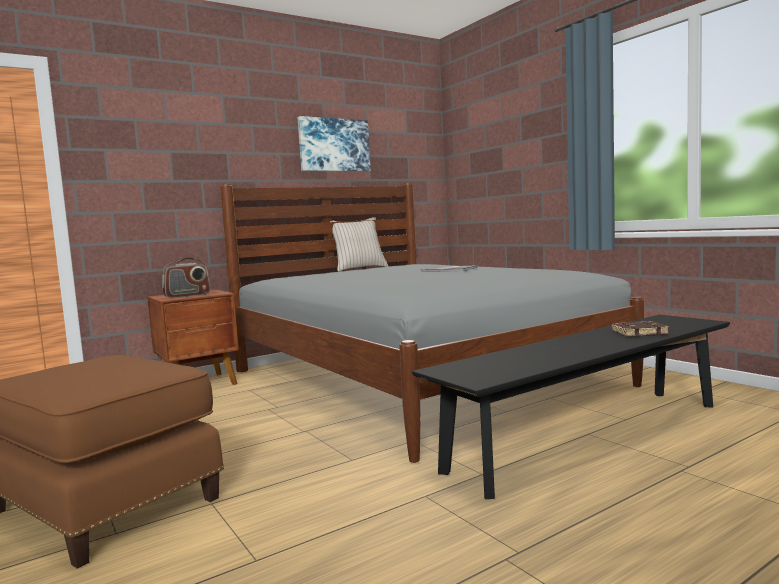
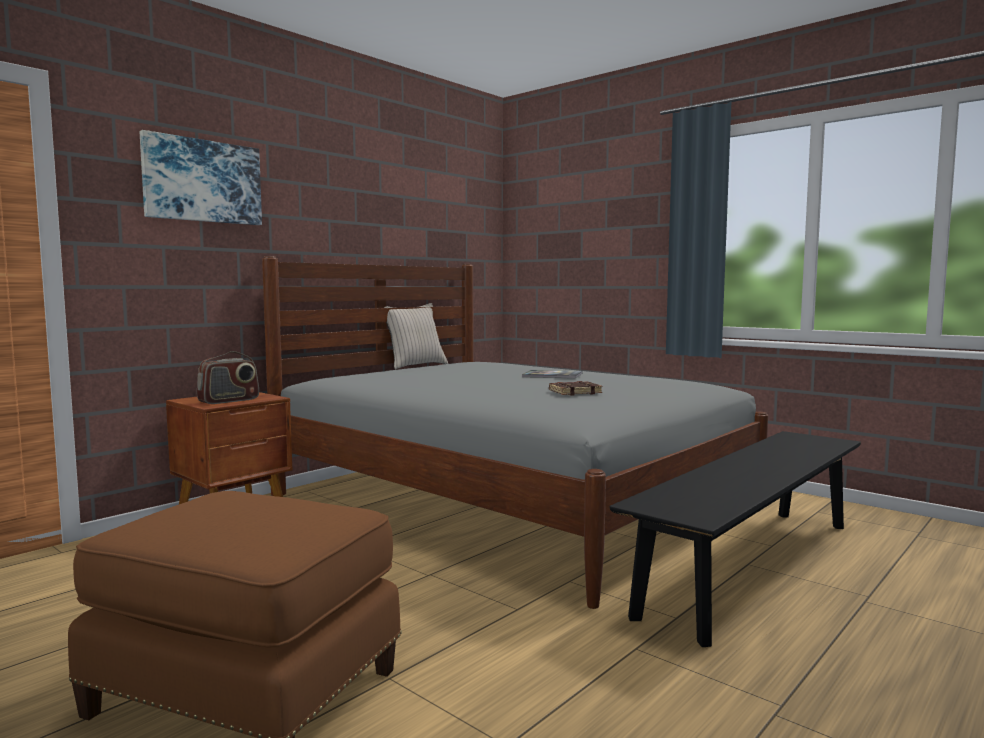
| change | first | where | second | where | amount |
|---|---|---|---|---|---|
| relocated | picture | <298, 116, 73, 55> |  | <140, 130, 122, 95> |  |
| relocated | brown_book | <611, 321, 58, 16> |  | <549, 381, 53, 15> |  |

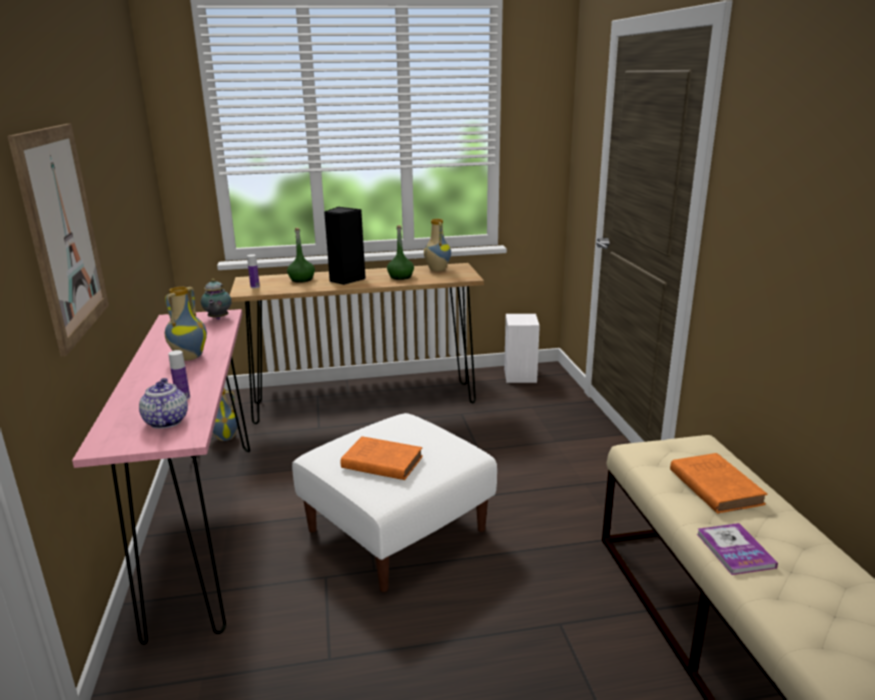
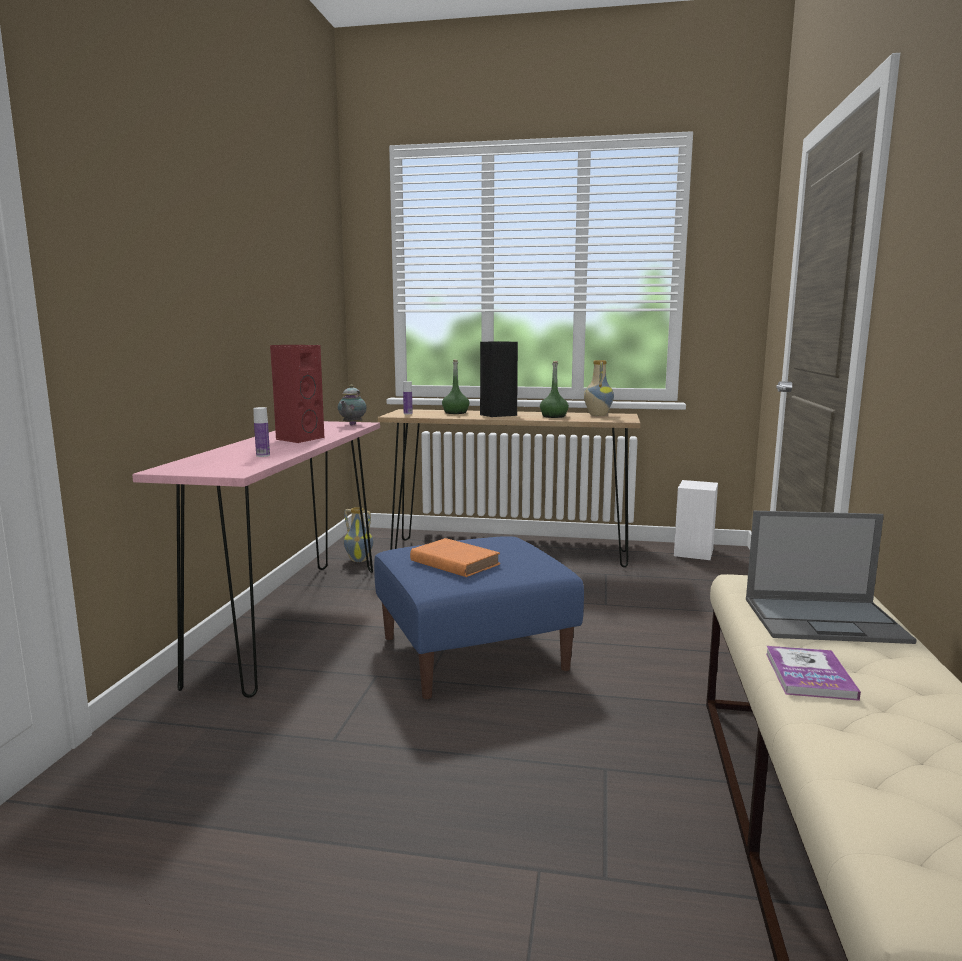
| change | first | where | second | where | amount |
|---|---|---|---|---|---|
| missing | picture | <7, 124, 102, 232> |  |  |  |
| exchanged | vase | <165, 287, 42, 74> | red_speaker | <270, 345, 54, 98> |  |
| missing | teapot | <139, 378, 49, 51> |  |  |  |
| colour | white_ottoman | <292, 413, 205, 179> | blue_ottoman | <374, 536, 210, 163> |  |
| exchanged | orange_book | <670, 453, 97, 61> | laptop | <746, 511, 170, 133> |  |

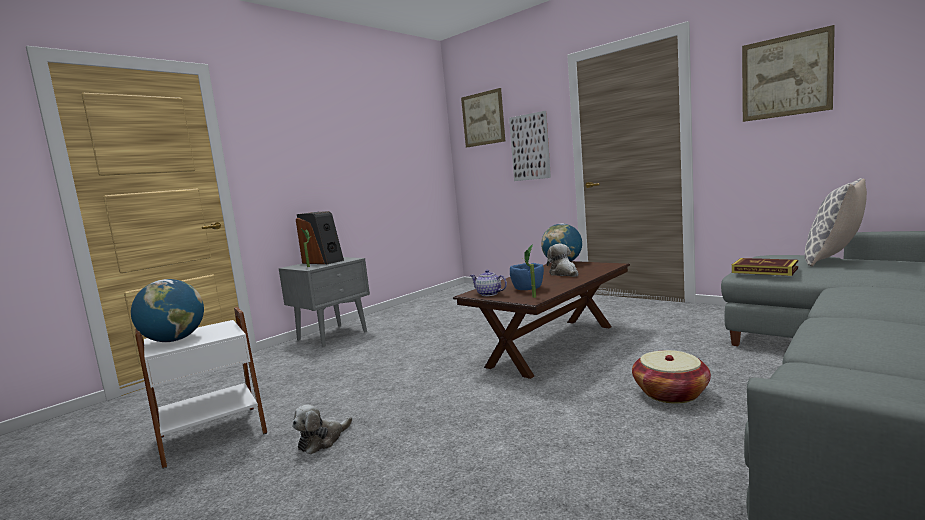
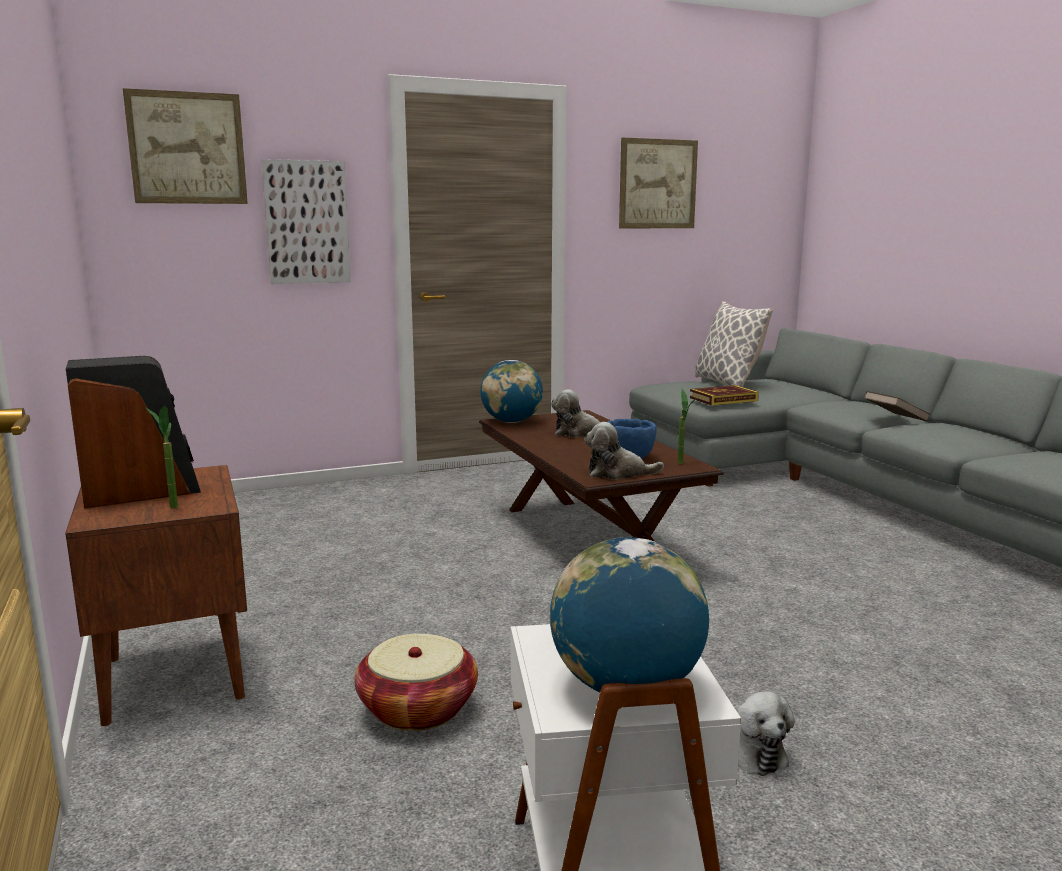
| change | first | where | second | where | amount |
|---|---|---|---|---|---|
| colour | grey_nightstand | <278, 257, 92, 91> | brown_nightstand | <65, 465, 182, 261> |  |
| exchanged | teapot | <470, 270, 37, 26> | plush_toy | <584, 422, 80, 58> |  |
| relocated | basket | <632, 350, 79, 54> |  | <354, 634, 124, 97> |  |
| appeared |  |  | brown_book | <864, 391, 66, 30> |  |

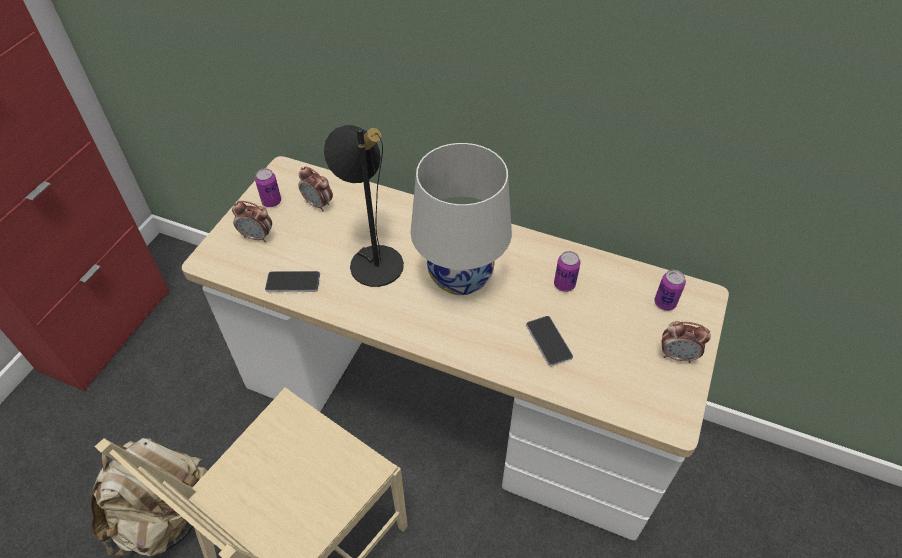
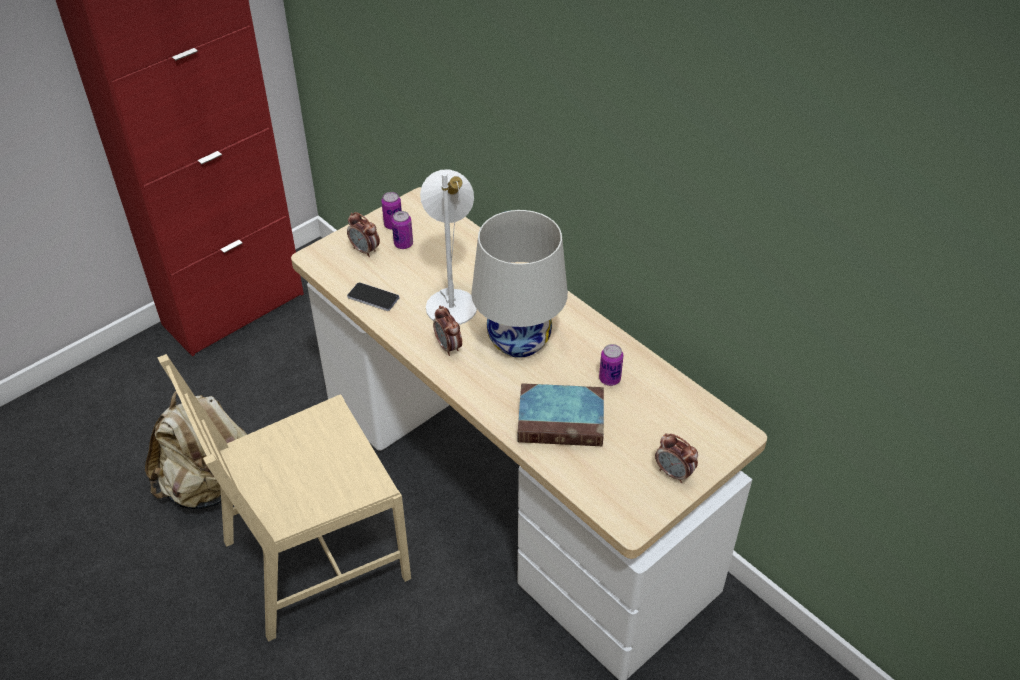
| change | first | where | second | where | amount |
|---|---|---|---|---|---|
| colour | black_table_lamp | <324, 125, 80, 162> | white_table_lamp | <420, 169, 57, 156> |  |
| relocated | alarm_clock | <298, 166, 35, 45> |  | <433, 306, 29, 50> |  |
| relocated | can | <654, 270, 32, 41> |  | <392, 211, 21, 38> |  |
| exchanged | phone | <526, 316, 47, 50> | book | <518, 383, 86, 63> |  |

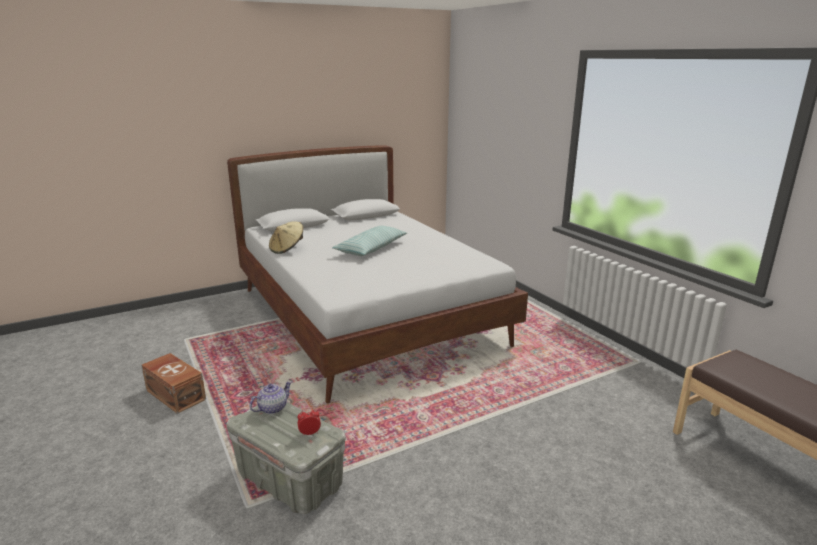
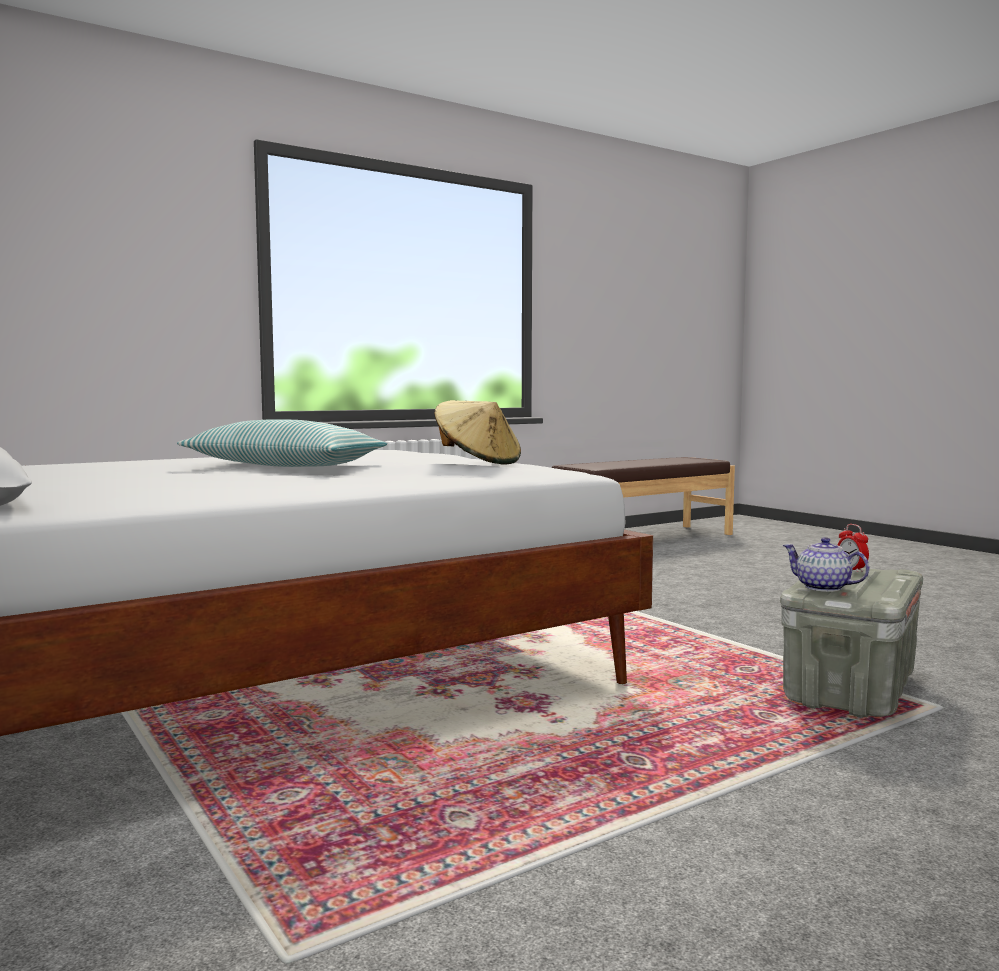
| change | first | where | second | where | amount |
|---|---|---|---|---|---|
| relocated | beige_hat | <269, 221, 34, 33> |  | <434, 400, 87, 65> |  |
| missing | brown_storage_box | <141, 353, 65, 61> |  |  |  |

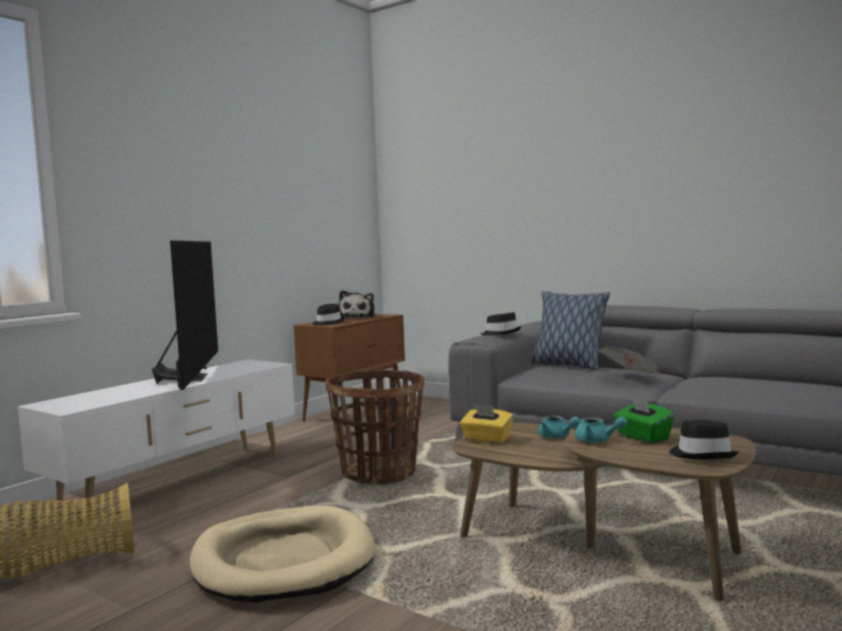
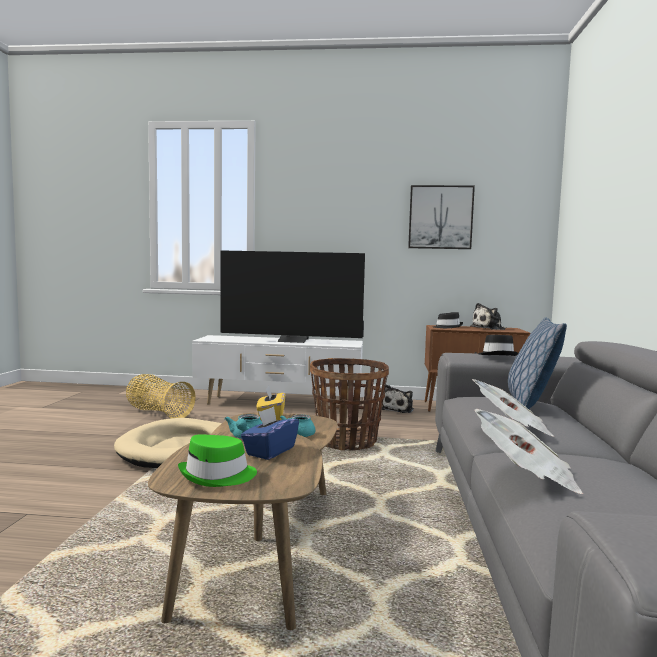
| change | first | where | second | where | amount |
|---|---|---|---|---|---|
| spun | television | <152, 241, 66, 149> |  | <220, 250, 145, 93> | 45 degrees clockwise |
| colour | green_tissue_box | <613, 397, 62, 46> | blue_tissue_box | <241, 406, 58, 54> |  |
| colour | black_hat | <669, 420, 70, 39> | green_hat | <178, 435, 79, 52> |  |
| appeared |  |  | picture | <408, 185, 67, 64> |  |
| appeared |  |  | plush_toy | <382, 385, 32, 28> |  |
| appeared |  |  | newspaper | <474, 409, 109, 85> |  |

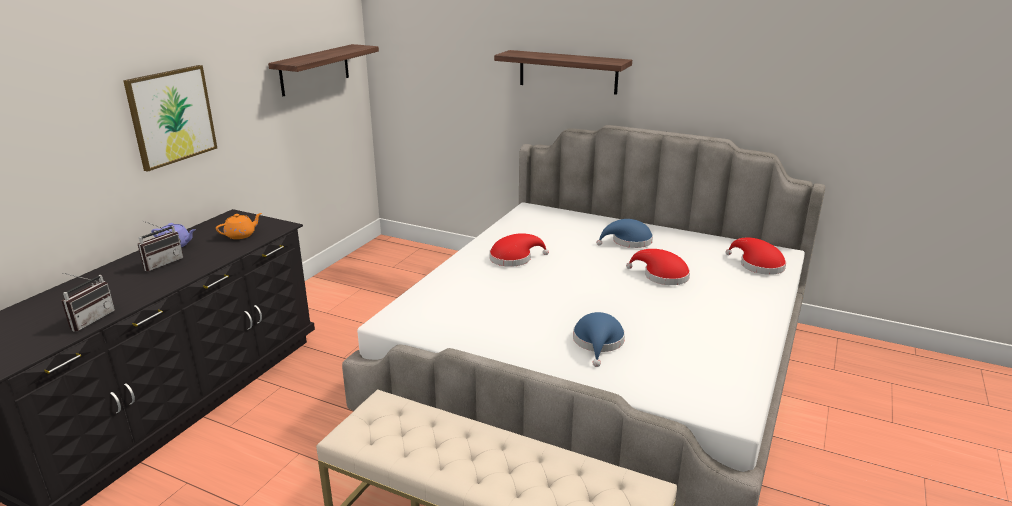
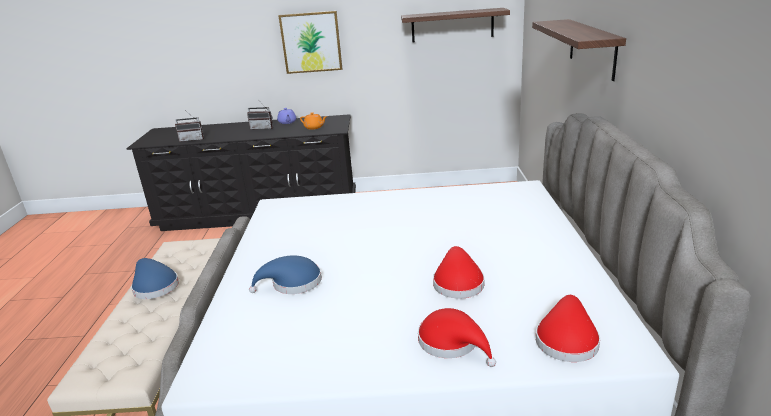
| change | first | where | second | where | amount |
|---|---|---|---|---|---|
| relocated | blue_hat | <596, 219, 57, 29> |  | <131, 258, 48, 41> |  |
| relocated | red_hat | <489, 233, 60, 34> |  | <418, 308, 78, 59> |  |

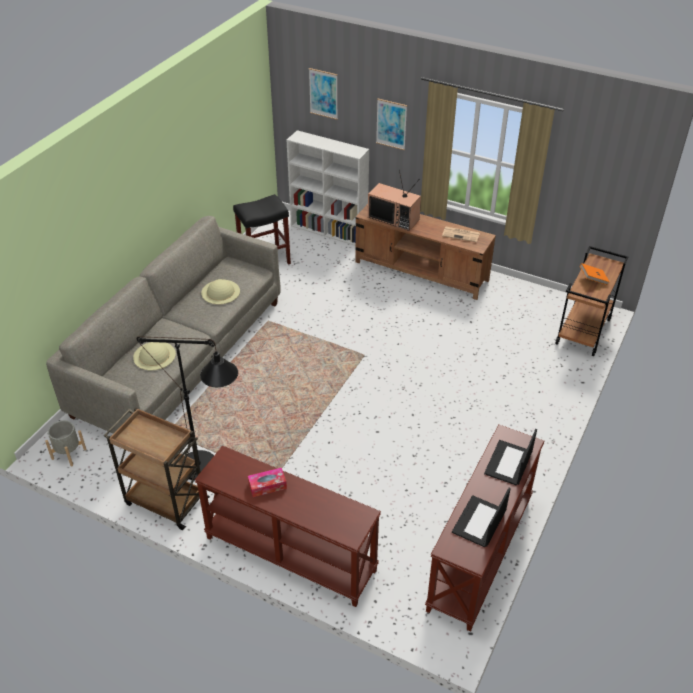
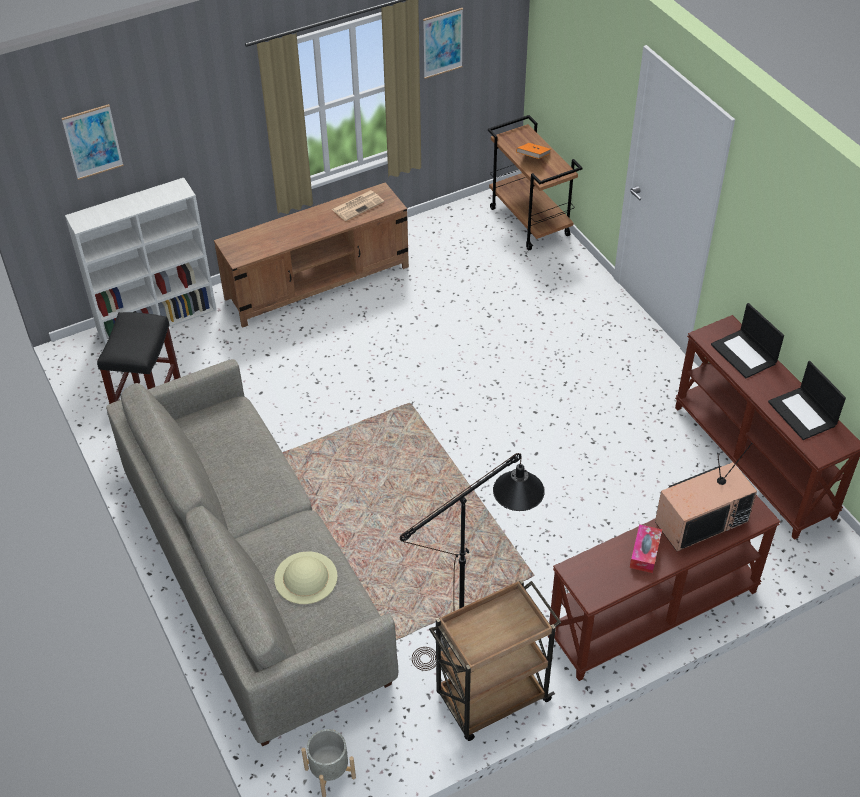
| change | first | where | second | where | amount |
|---|---|---|---|---|---|
| relocated | picture | <376, 99, 31, 51> |  | <423, 8, 40, 71> |  |
| relocated | television | <368, 169, 53, 62> |  | <655, 443, 102, 108> |  |
| missing | beige_hat | <201, 279, 39, 25> |  |  |  |

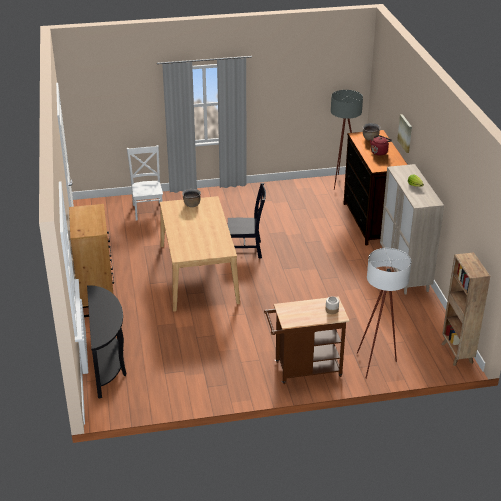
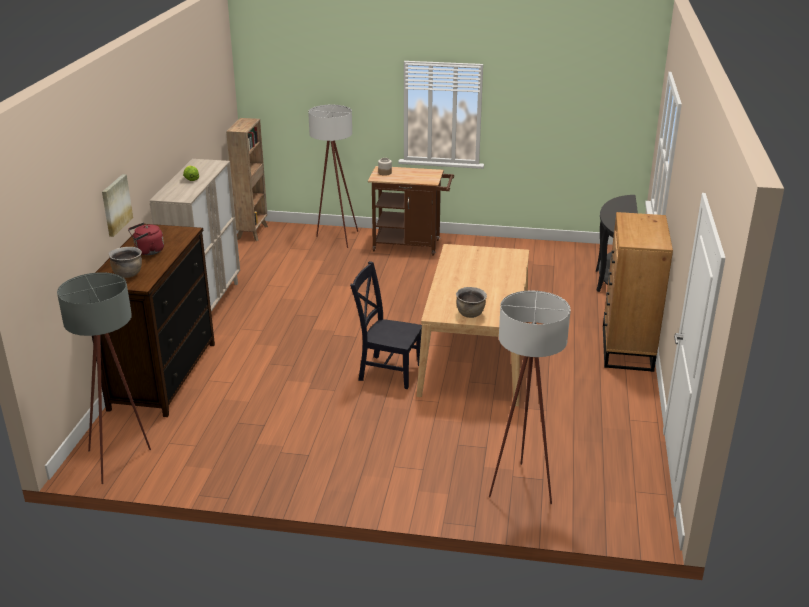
| change | first | where | second | where | amount |
|---|---|---|---|---|---|
| exchanged | white_chair | <127, 145, 36, 76> | white_floor_lamp | <489, 291, 82, 213> |  |

